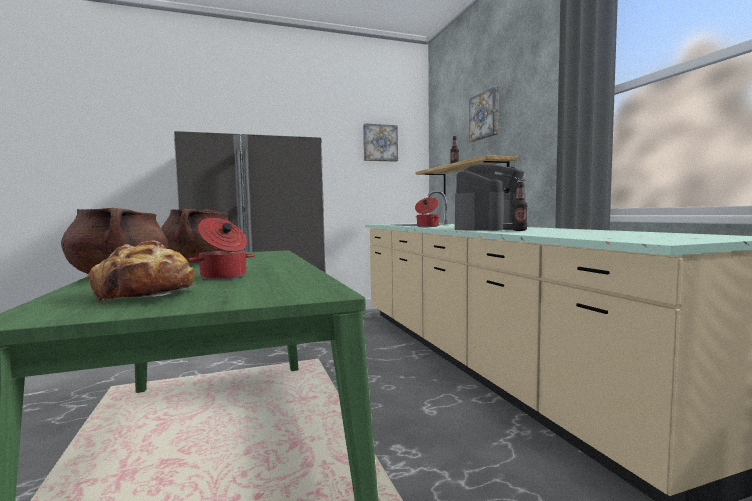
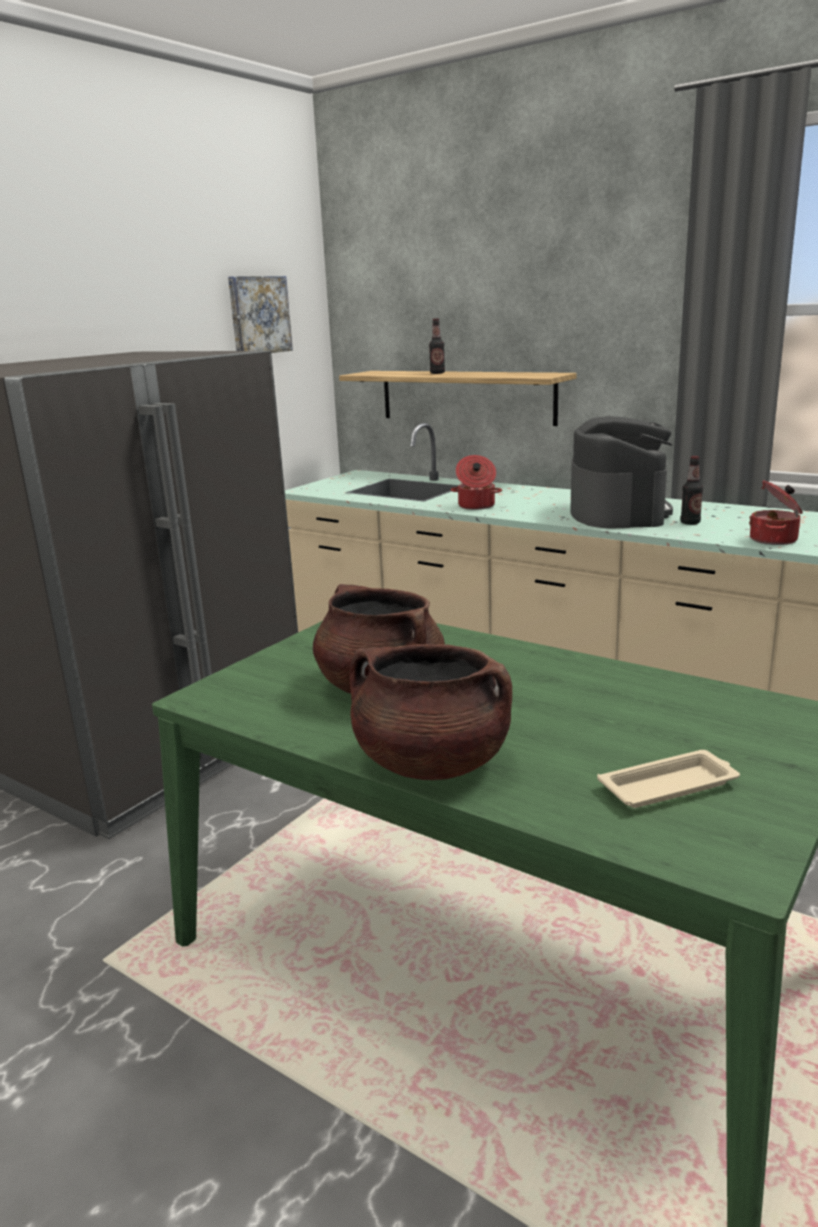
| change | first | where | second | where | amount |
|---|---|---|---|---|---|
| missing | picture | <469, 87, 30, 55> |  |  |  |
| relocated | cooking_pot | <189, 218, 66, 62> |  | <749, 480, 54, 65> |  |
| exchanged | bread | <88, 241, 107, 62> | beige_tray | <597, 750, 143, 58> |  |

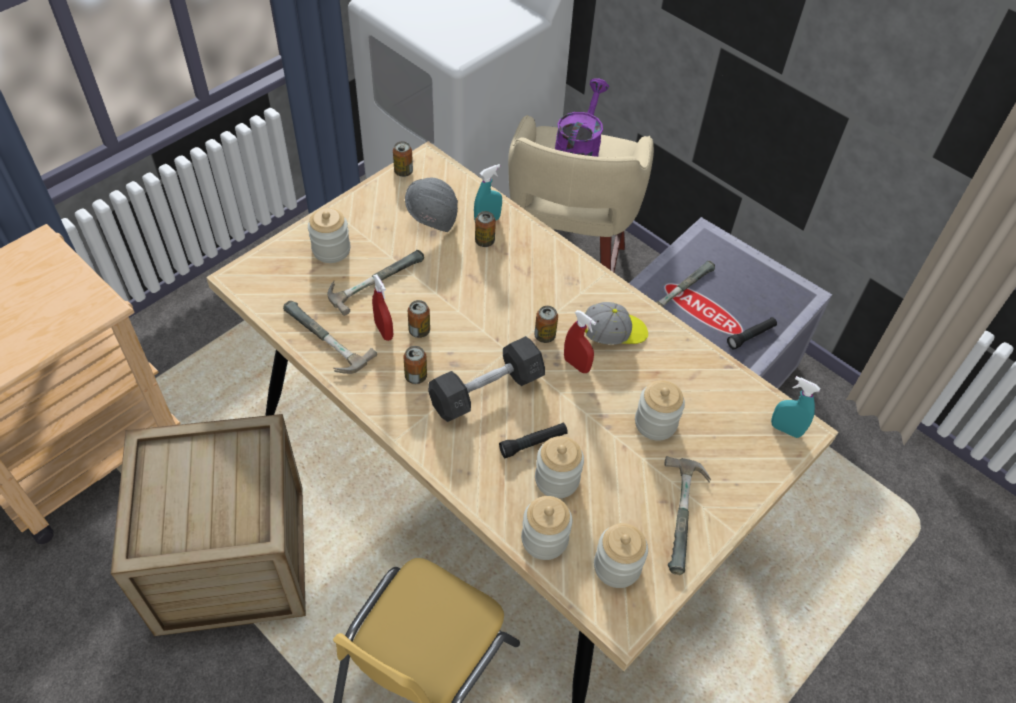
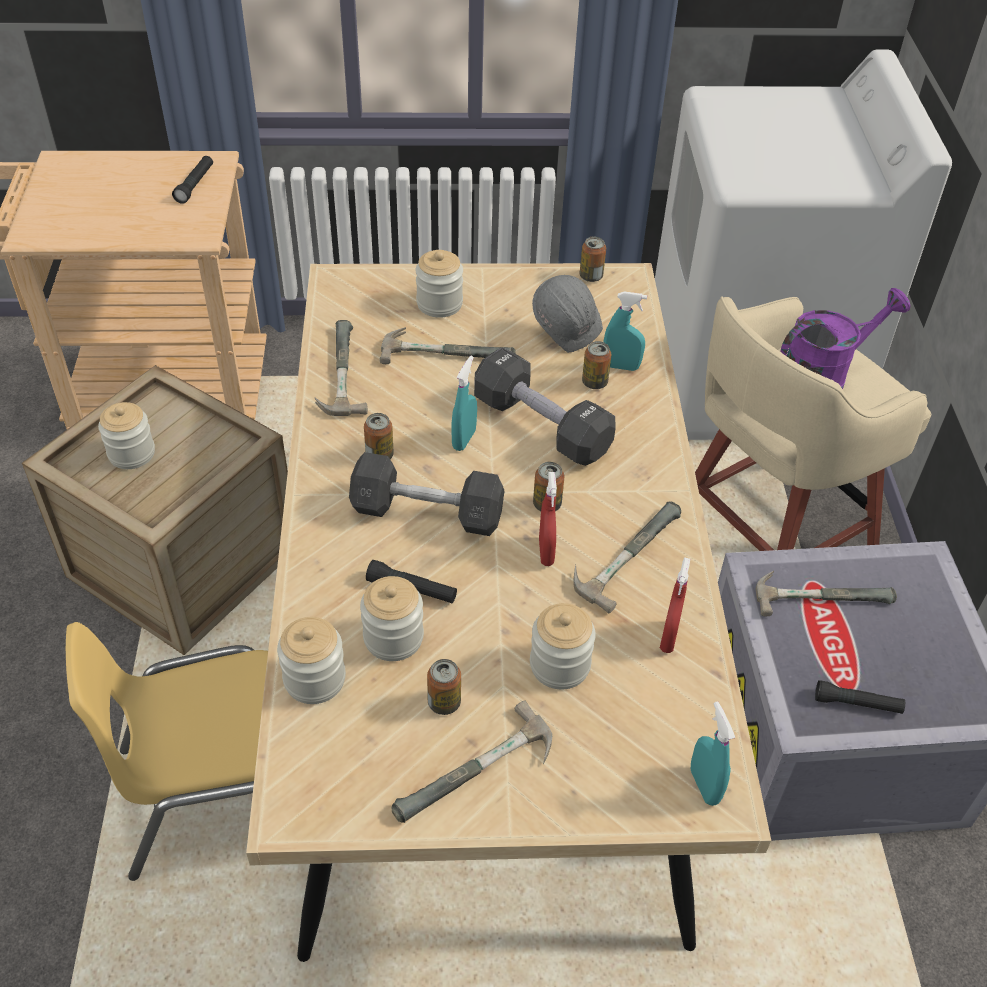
| change | first | where | second | where | amount |
|---|---|---|---|---|---|
| relocated | red_spray_bottle | <372, 274, 21, 67> |  | <660, 557, 30, 96> |  |
| relocated | can | <408, 300, 22, 38> |  | <427, 659, 34, 56> |  |
| exchanged | cap | <585, 302, 63, 43> | hammer | <574, 501, 107, 112> |  |
| relocated | jar | <594, 523, 54, 65> |  | <98, 402, 57, 67> |  |
| appeared |  |  | black_flashlight | <172, 156, 41, 48> |  |
| appeared |  |  | black_dumbbell | <474, 347, 142, 119> |  |
| appeared |  |  | turquoise_spray_bottle | <452, 356, 25, 95> |  |

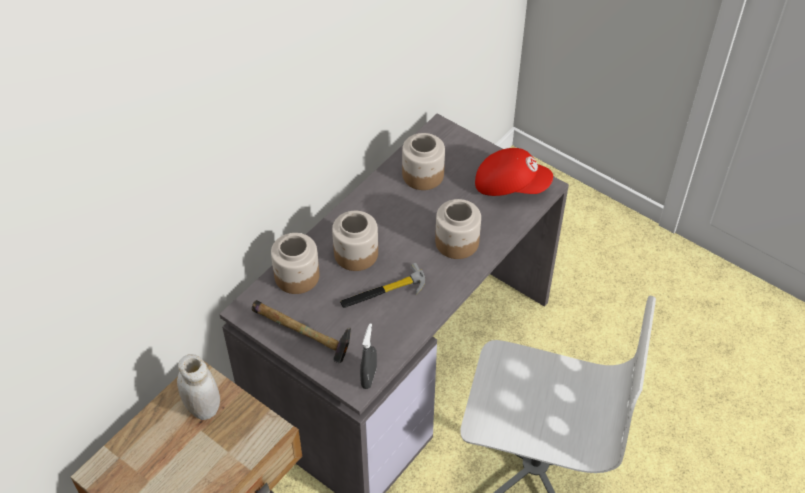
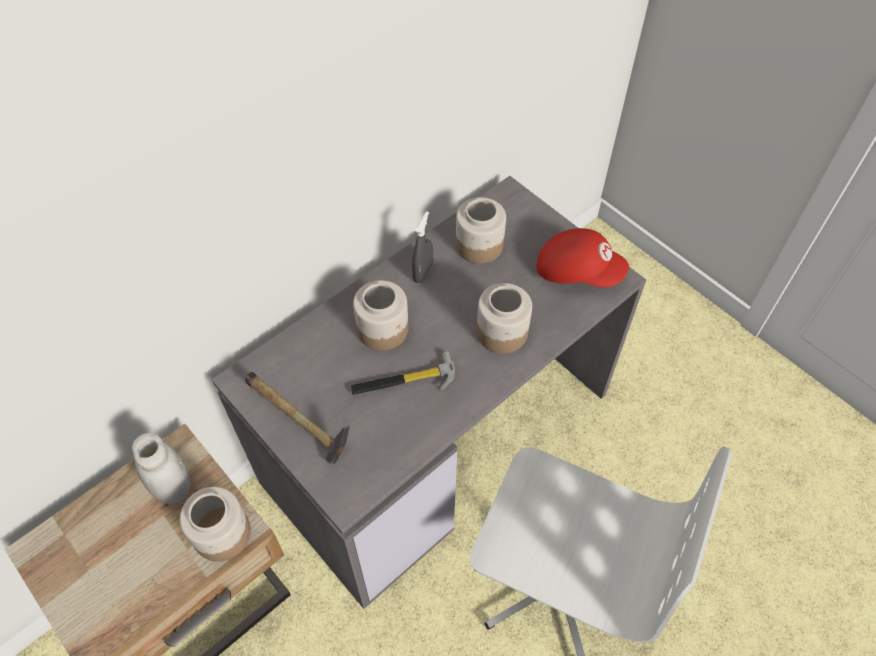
| change | first | where | second | where | amount |
|---|---|---|---|---|---|
| relocated | jar | <271, 233, 48, 61> |  | <180, 487, 71, 75> |  |
| relocated | grey_spray_bottle | <360, 323, 17, 66> |  | <412, 211, 21, 72> |  |

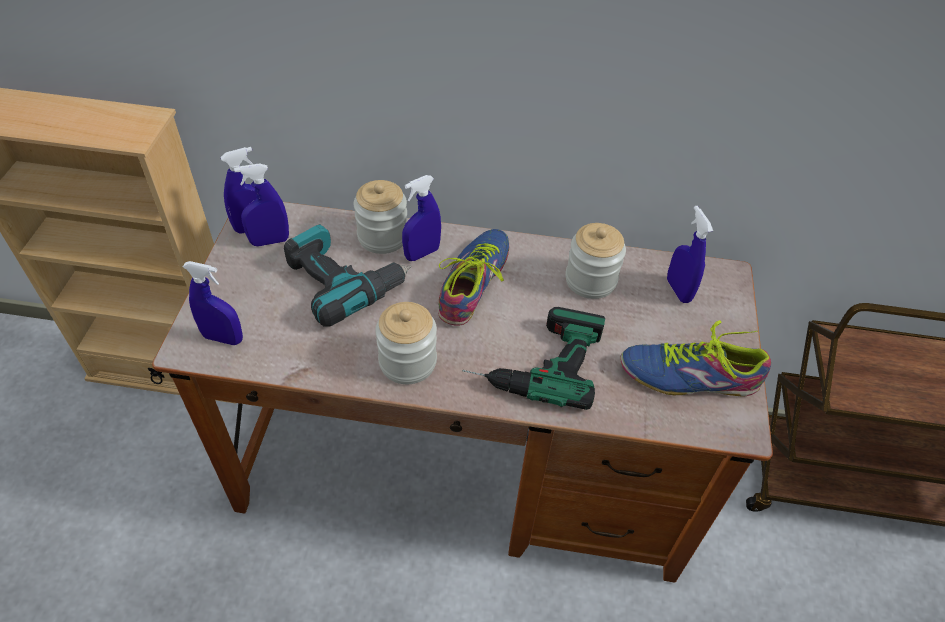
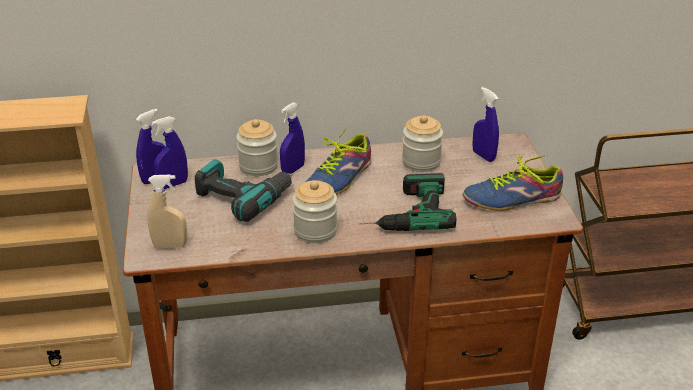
| change | first | where | second | where | amount |
|---|---|---|---|---|---|
| spun | shoe | <438, 229, 72, 97> |  | <306, 127, 65, 68> | 150 degrees counterclockwise |
| colour | blue_spray_bottle | <182, 261, 61, 84> | beige_spray_bottle | <147, 175, 40, 73> |  |

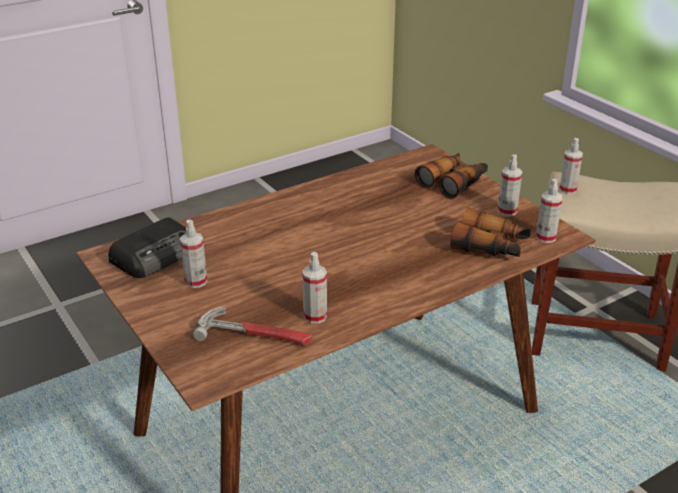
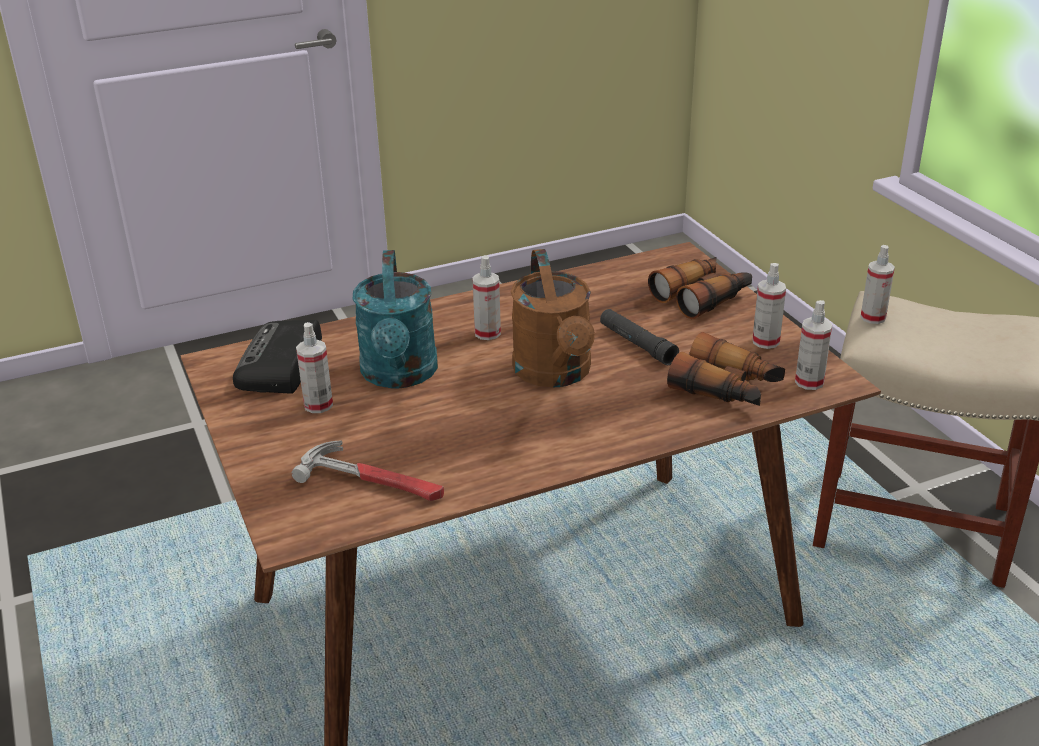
| change | first | where | second | where | amount |
|---|---|---|---|---|---|
| spun | radio | <108, 217, 78, 61> |  | <233, 320, 89, 74> | 135 degrees clockwise |
| relocated | spray_bottle | <302, 252, 25, 72> |  | <472, 255, 29, 85> |  |
| appeared |  |  | brown_watering_can | <511, 249, 84, 138> |  |
| appeared |  |  | turquoise_watering_can | <352, 250, 86, 138> |  |
| appeared |  |  | black_flashlight | <600, 309, 79, 56> |  |

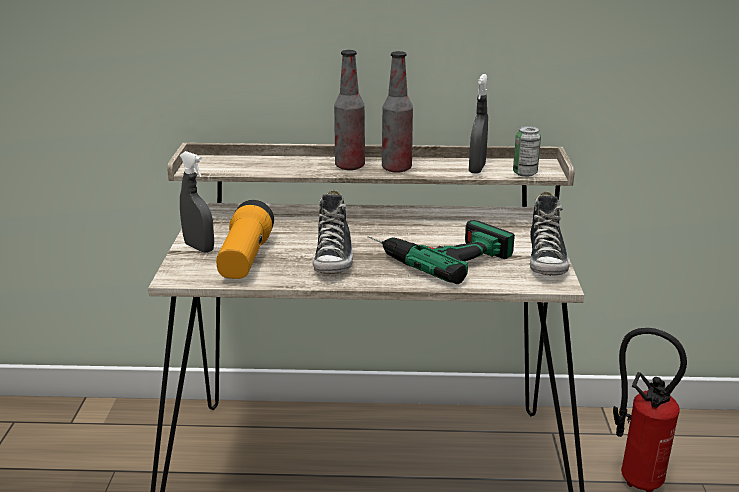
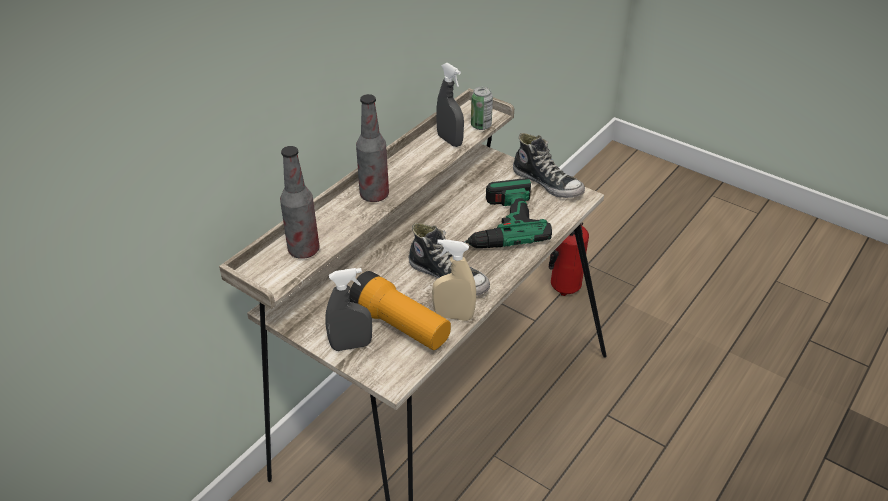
| change | first | where | second | where | amount |
|---|---|---|---|---|---|
| relocated | bottle | <382, 51, 31, 122> |  | <280, 146, 39, 113> |  |
| appeared |  |  | beige_spray_bottle | <432, 239, 44, 82> |  |

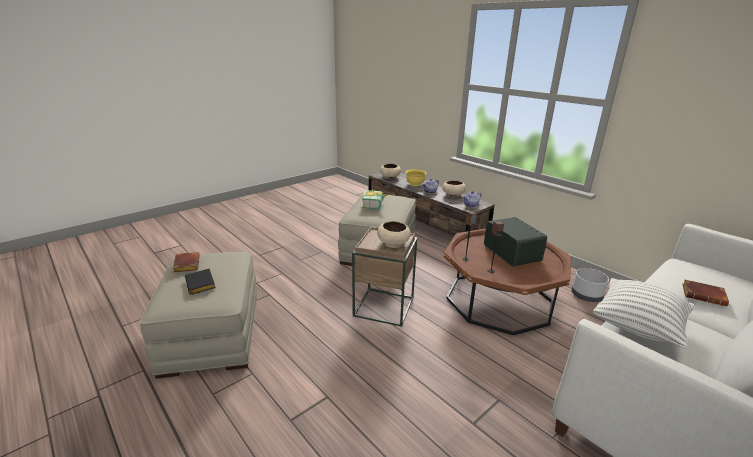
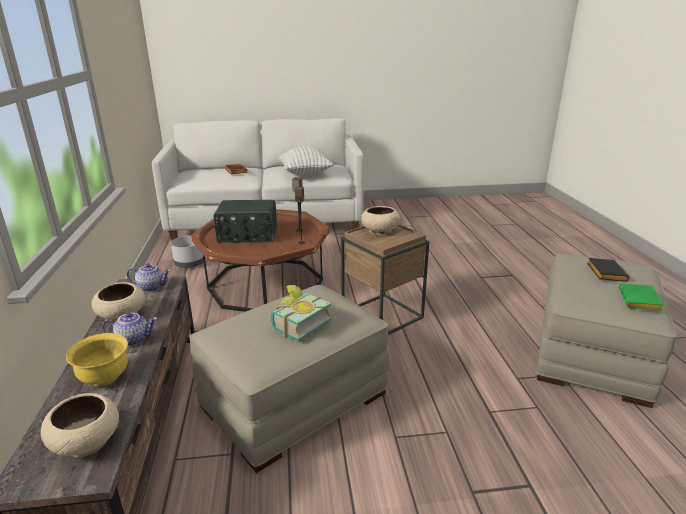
| change | first | where | second | where | amount |
|---|---|---|---|---|---|
| spun | radio | <484, 217, 63, 50> |  | <213, 200, 64, 43> | 105 degrees counterclockwise |
| colour | brown_book | <173, 252, 27, 20> | green_book | <619, 283, 45, 28> |  |

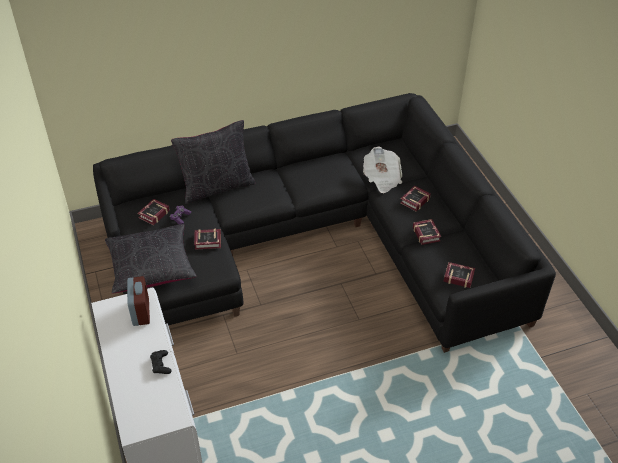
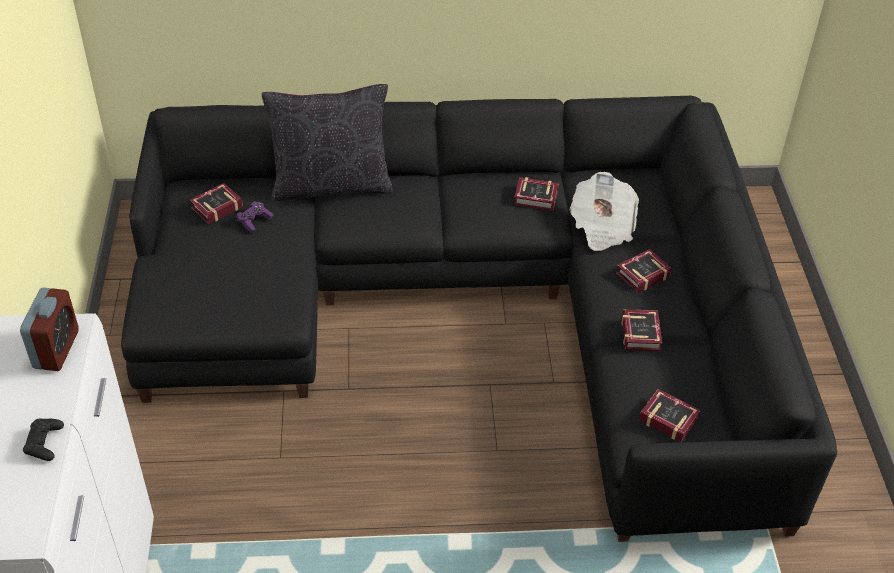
| change | first | where | second | where | amount |
|---|---|---|---|---|---|
| missing | black_pillow | <105, 224, 92, 70> |  |  |  |
| relocated | book | <194, 229, 27, 21> |  | <514, 177, 45, 34> |  |

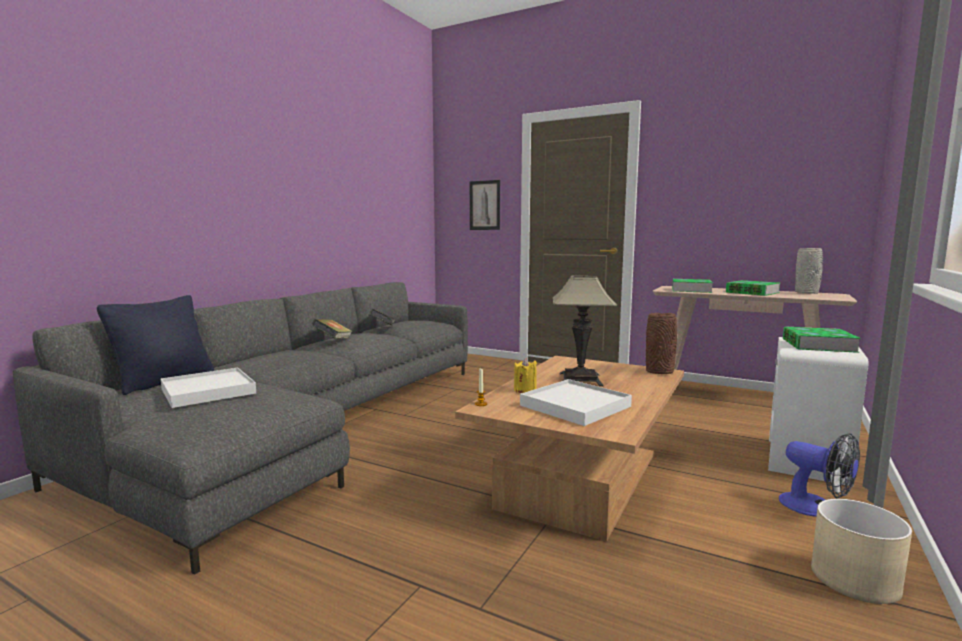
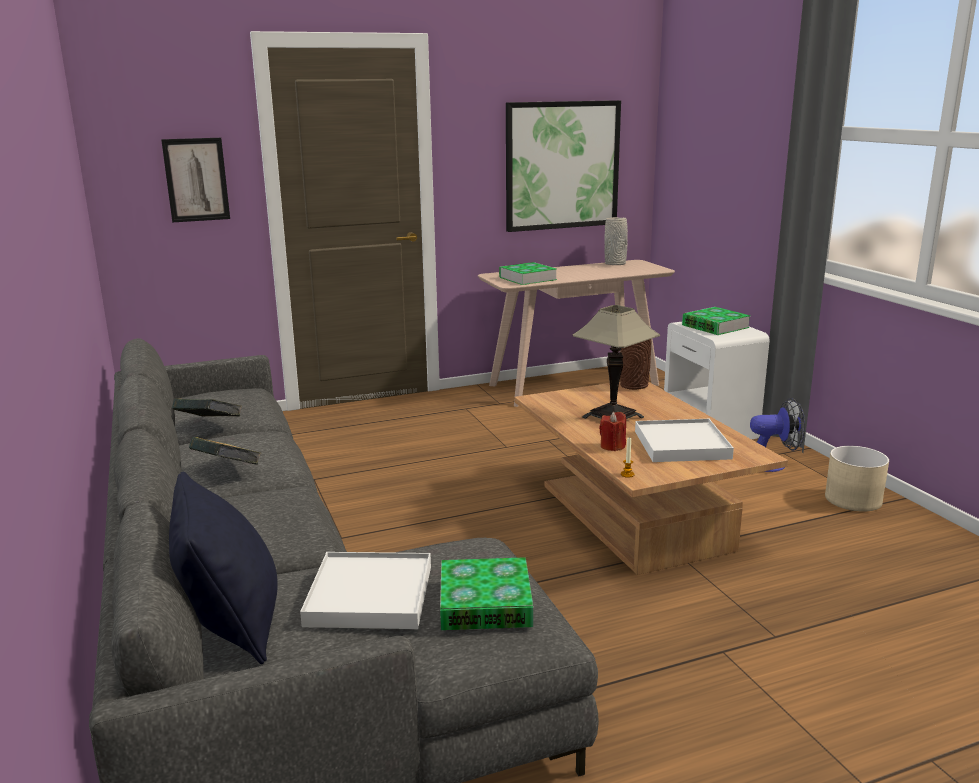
| change | first | where | second | where | amount |
|---|---|---|---|---|---|
| relocated | book | <726, 280, 54, 16> |  | <440, 557, 94, 73> |  |
| colour | yellow_candle | <514, 358, 23, 35> | red_candle | <599, 412, 27, 39> |  |
| appeared |  |  | picture | <506, 100, 115, 132> |  |

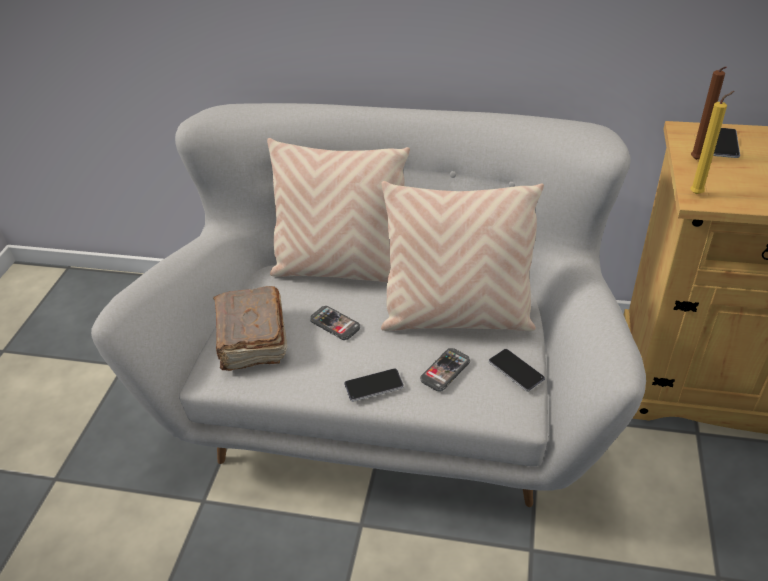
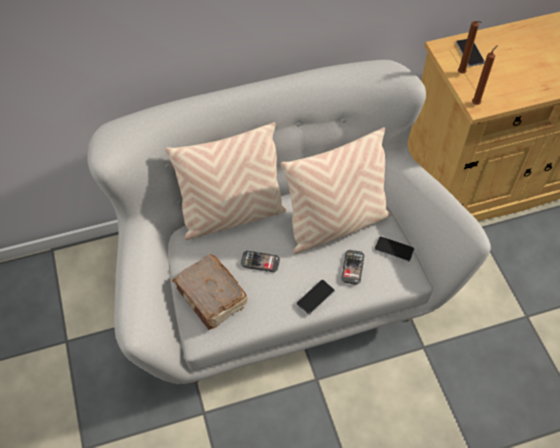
| change | first | where | second | where | amount |
|---|---|---|---|---|---|
| colour | yellow_candle | <690, 91, 44, 103> | brown_candle | <472, 45, 26, 60> |  |

